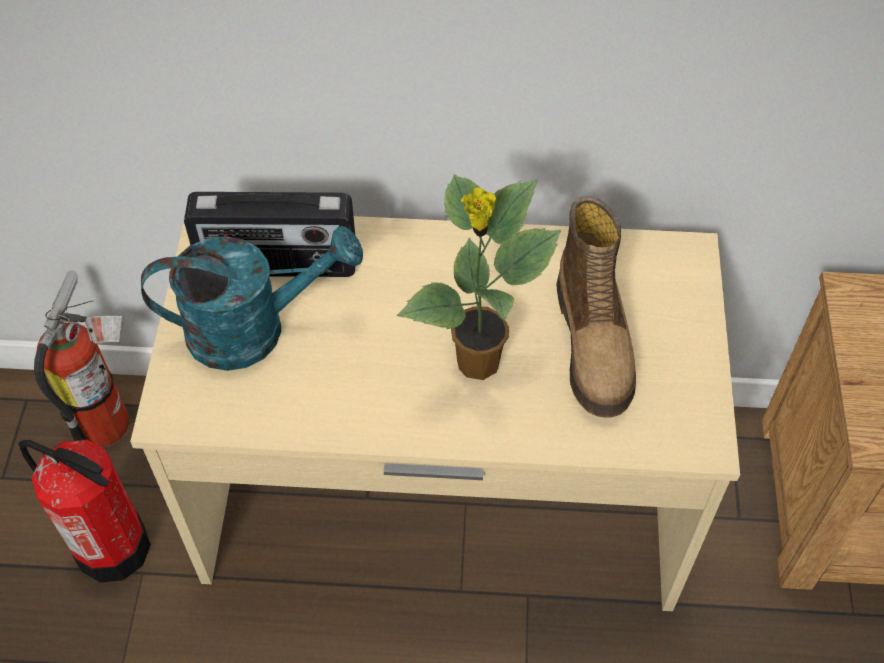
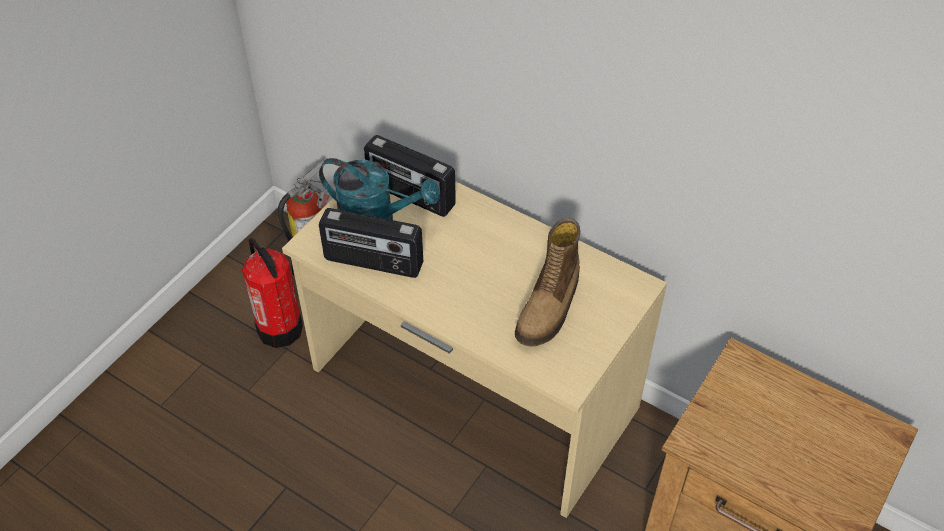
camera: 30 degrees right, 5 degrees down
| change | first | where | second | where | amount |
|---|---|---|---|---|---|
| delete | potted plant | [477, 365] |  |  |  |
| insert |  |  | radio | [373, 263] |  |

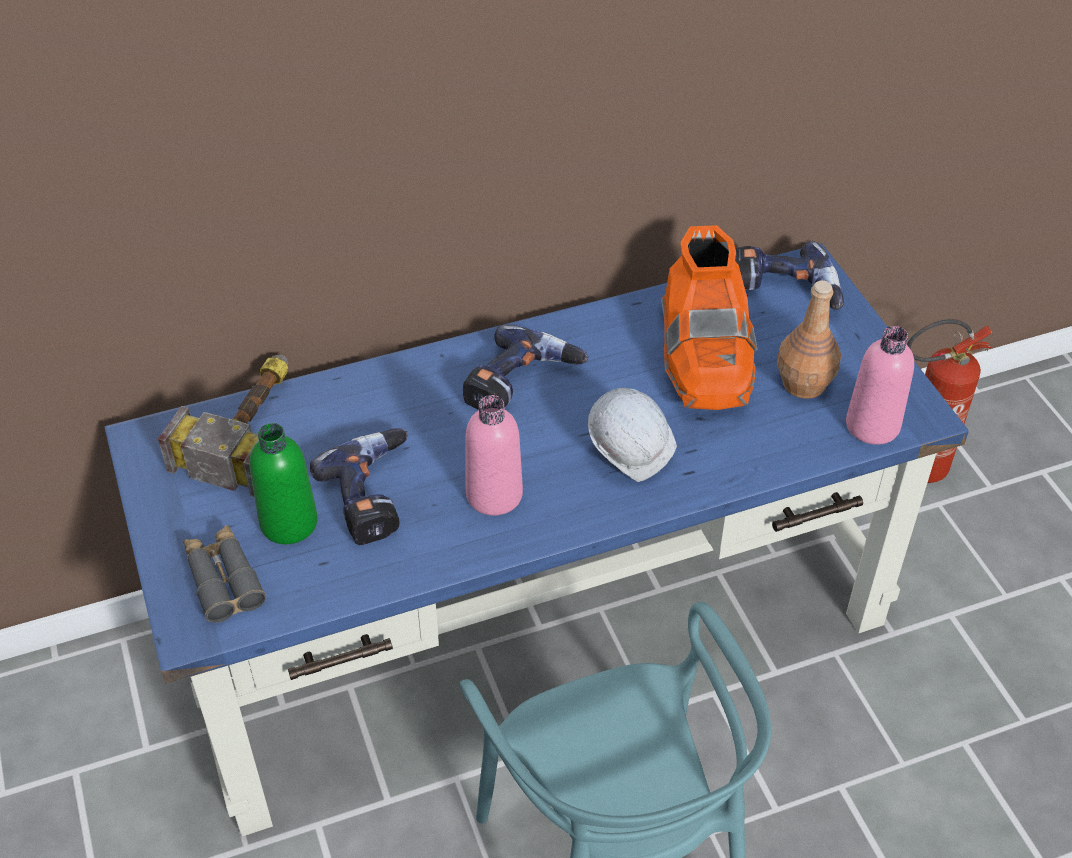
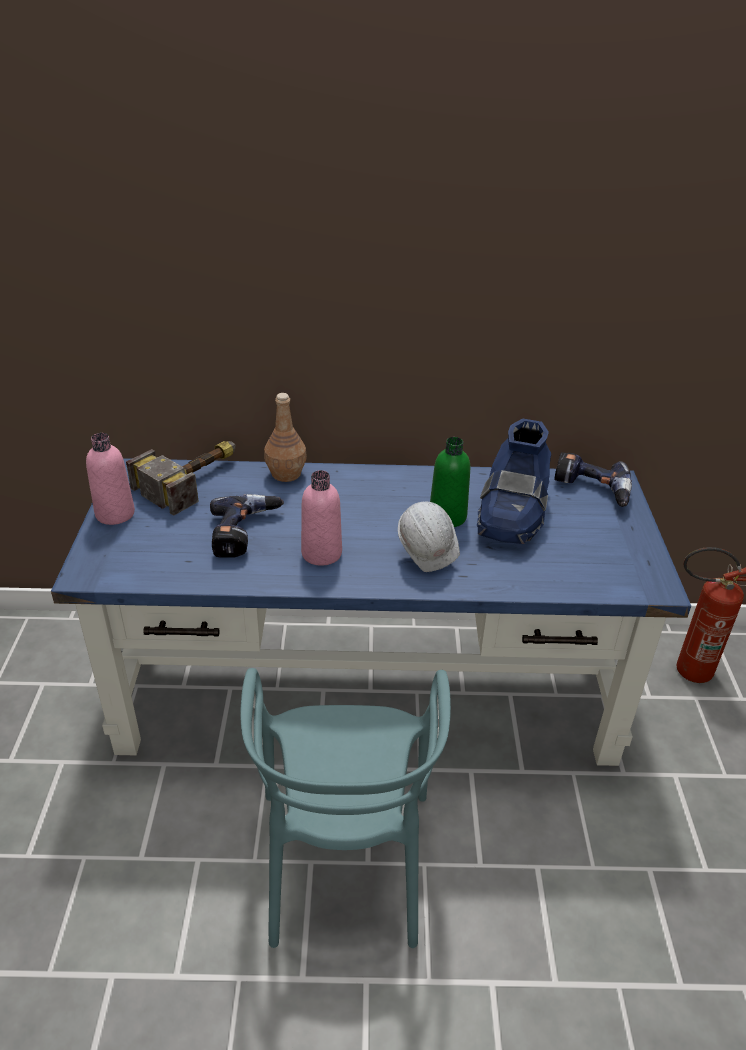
camera: 20 degrees right, 10 degrees down
| change | first | where | second | where | amount |
|---|---|---|---|---|---|
| delete | grey binoculars | [223, 579] |  |  |  |
| move | green bottle | [289, 523] |  | [447, 517] |  |
| delete | power drill | [522, 384] |  |  |  |
| recolor | orange boot | [705, 357] | blue boot | [512, 513] |  |
| move | brown bottle | [803, 383] |  | [286, 473] |  |
| move | pink bottle | [872, 425] |  | [115, 514] |  |

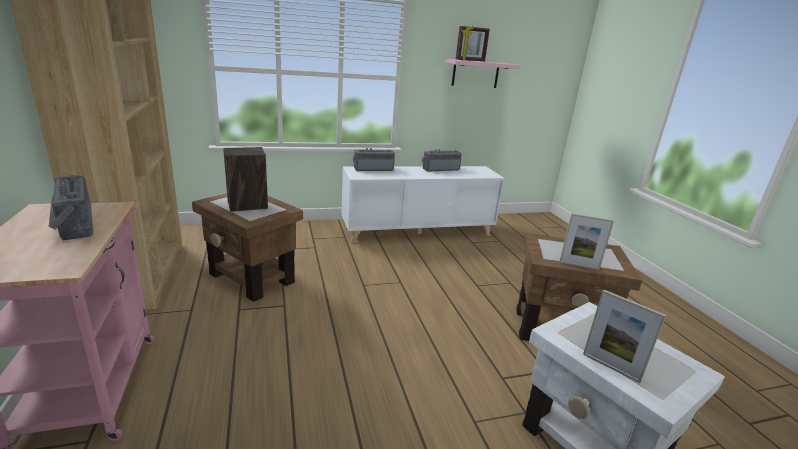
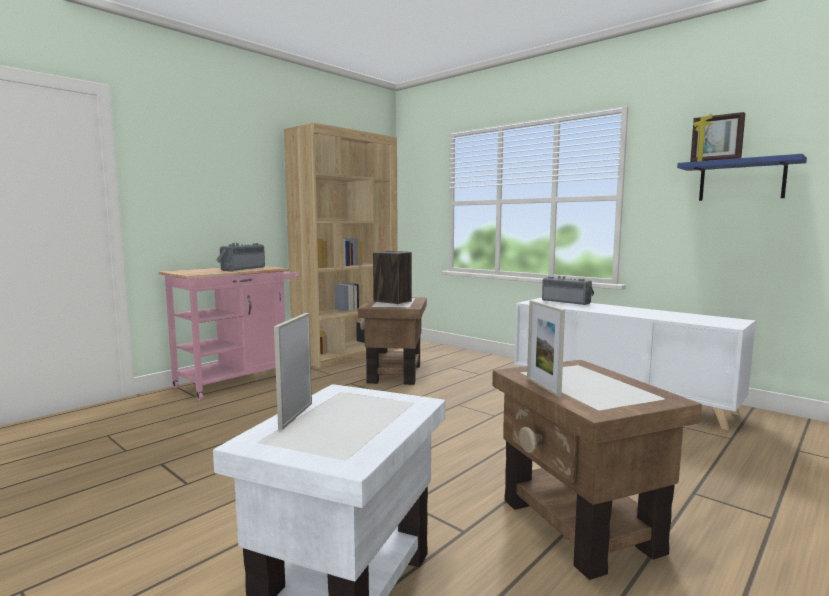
camera: 60 degrees right, 15 degrees down
| change | first | where | second | where | amount |
|---|---|---|---|---|---|
| delete | radio | [440, 169] |  |  |  |
| recolor | pink shelf | [475, 74] | blue shelf | [741, 180] |  |

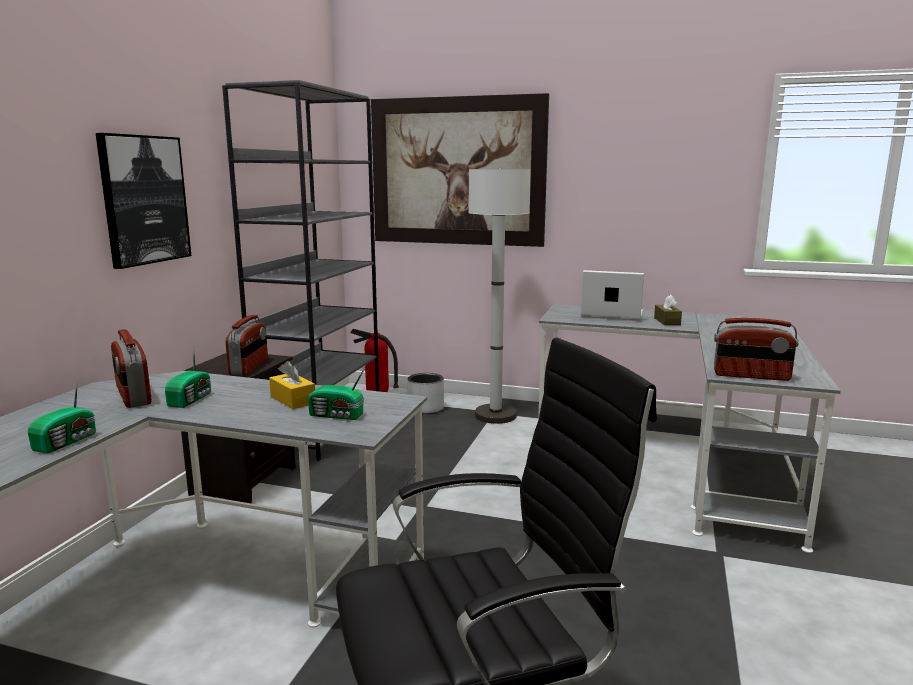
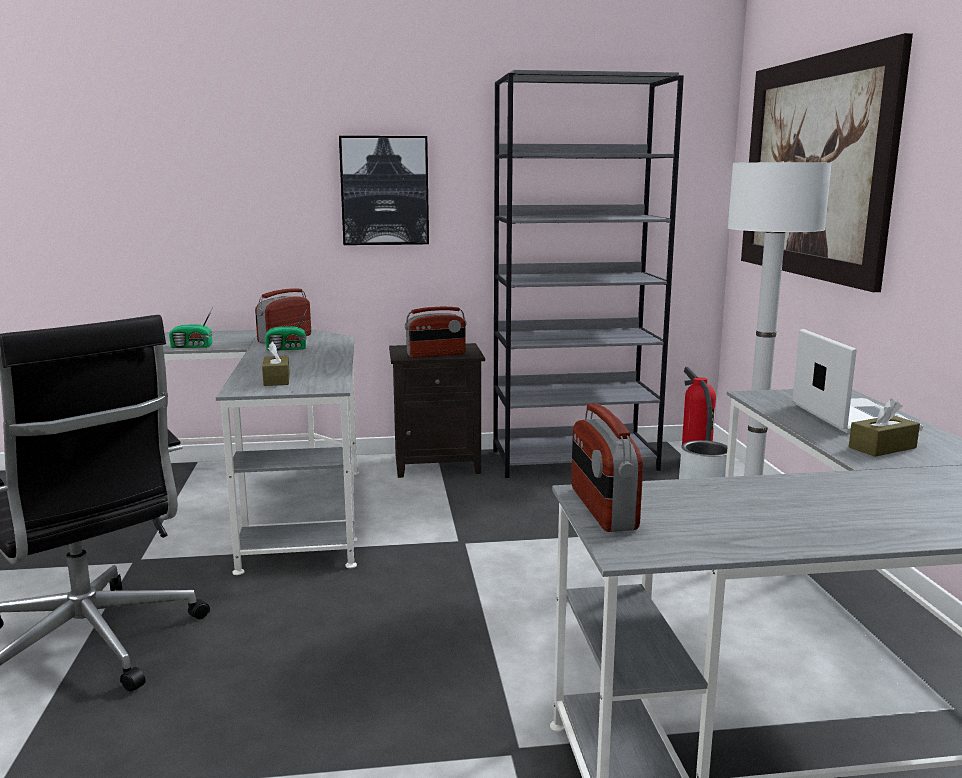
camera: 65 degrees right, 0 degrees up
| change | first | where | second | where | amount |
|---|---|---|---|---|---|
| delete | yellow tissue box | [293, 400] |  |  |  |
| replace | radio | [337, 416] | brown tissue box | [276, 380] |  |

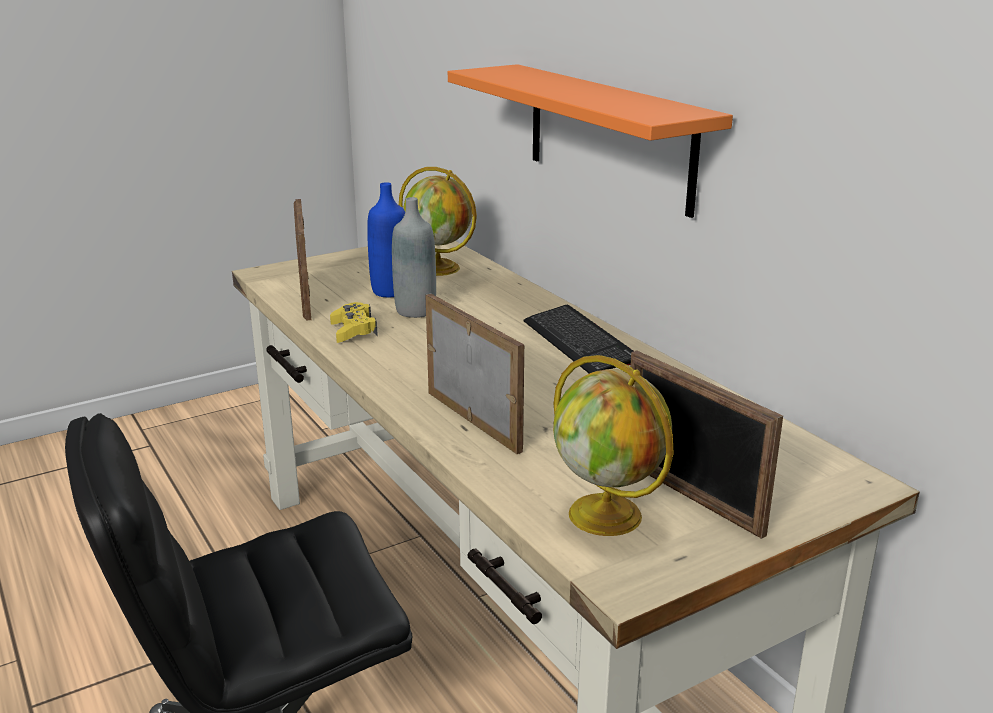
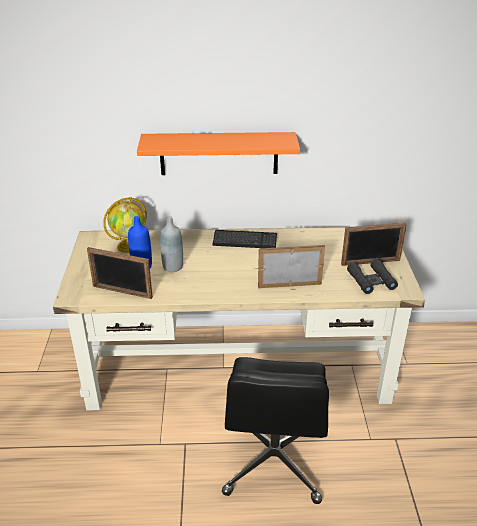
camera: 60 degrees left, 10 degrees up
| change | first | where | second | where | amount |
|---|---|---|---|---|---|
| delete | yellow game controller | [353, 330] |  |  |  |
| replace | globe | [607, 515] | black binoculars | [371, 281] |  |

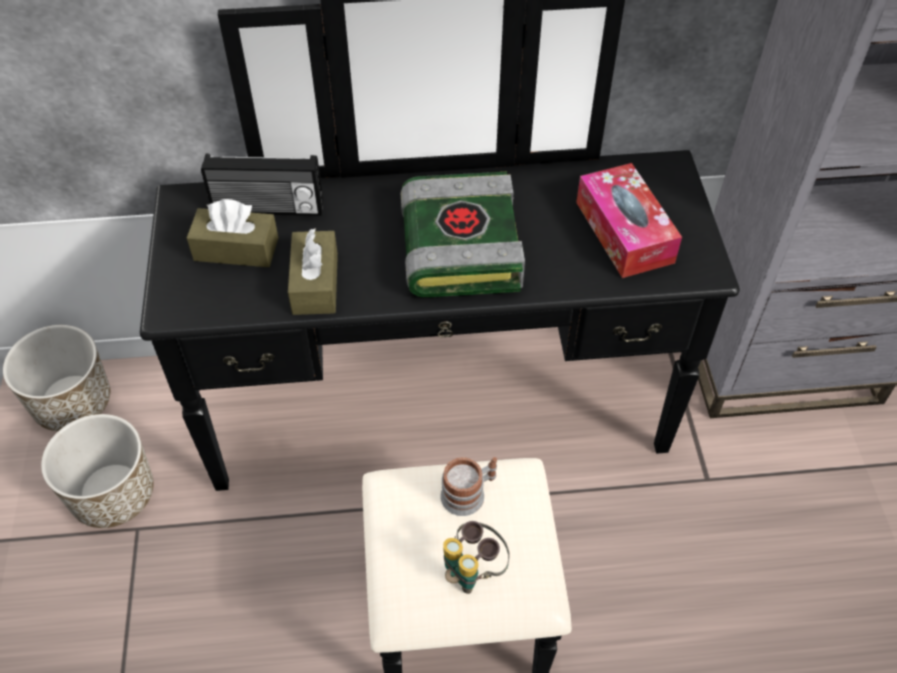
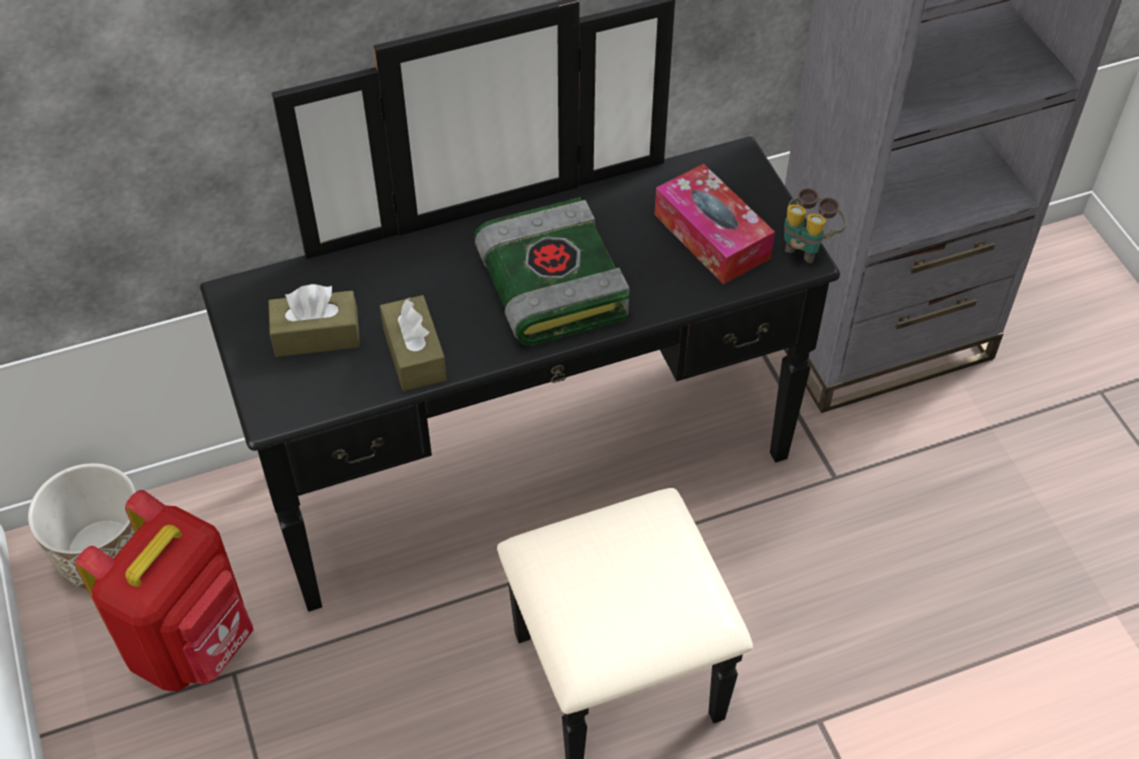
camera: 15 degrees left, 0 degrees up
| change | first | where | second | where | amount |
|---|---|---|---|---|---|
| replace | planter | [114, 494] | red backpack | [192, 642] |  |
| delete | radio | [268, 209] |  |  |  |
| delete | mug | [469, 493] |  |  |  |
| move | binoculars | [472, 570] |  | [807, 245] |  |

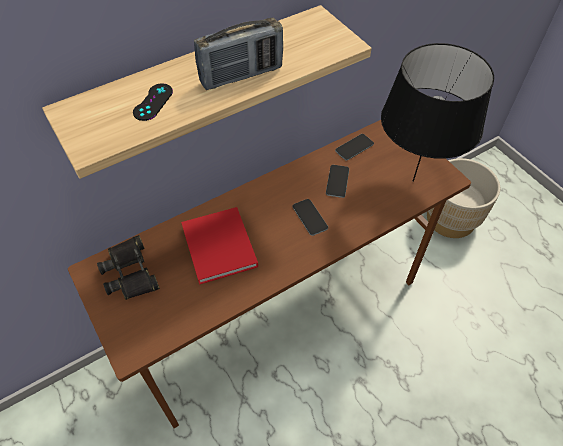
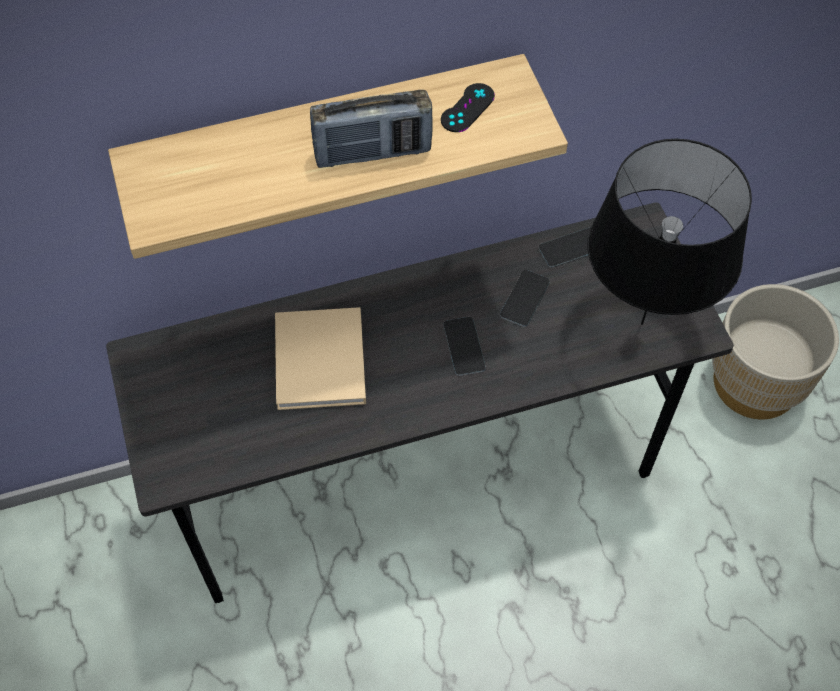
camera: 15 degrees right, 5 degrees up
| change | first | where | second | where | amount |
|---|---|---|---|---|---|
| recolor | brown desk | [280, 316] | grey desk | [419, 477] |  |
| delete | black binoculars | [130, 272] |  |  |  |
| move | black game controller | [153, 102] |  | [467, 108] |  |
| recolor | red book | [220, 248] | beige book | [320, 364] |  |

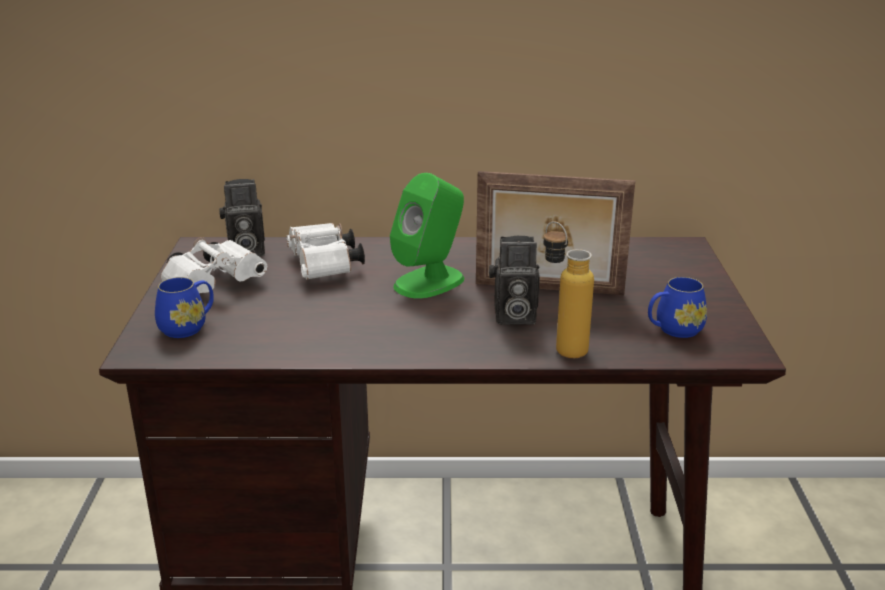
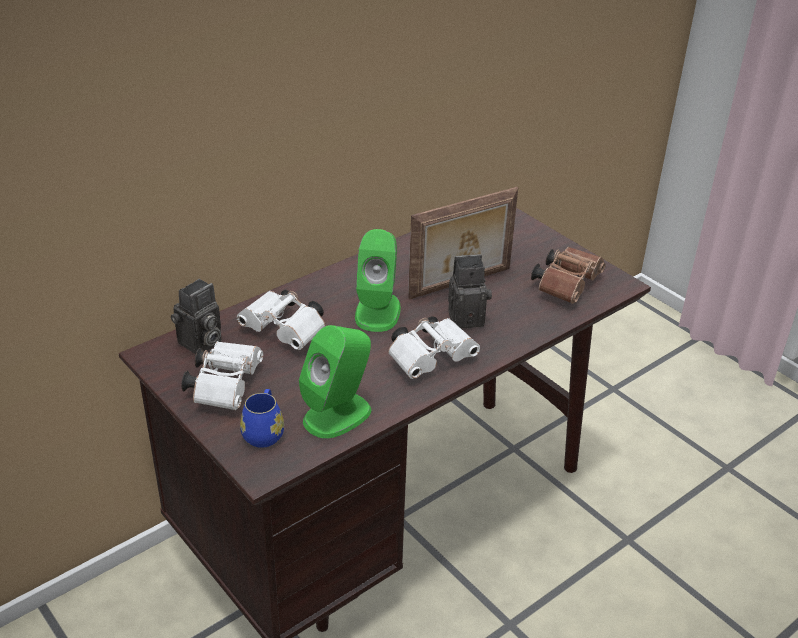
camera: 40 degrees left, 10 degrees up
| change | first | where | second | where | amount |
|---|---|---|---|---|---|
| rotate | photo camera | [512, 317] |  | [467, 317] | 150 degrees counterclockwise |
| delete | bottle | [561, 346] |  |  |  |
| replace | blue mug | [673, 330] | brown binoculars | [567, 284] |  |
| insert |  |  | green speaker | [338, 415] |  |
| insert |  |  | white binoculars | [433, 358] |  |

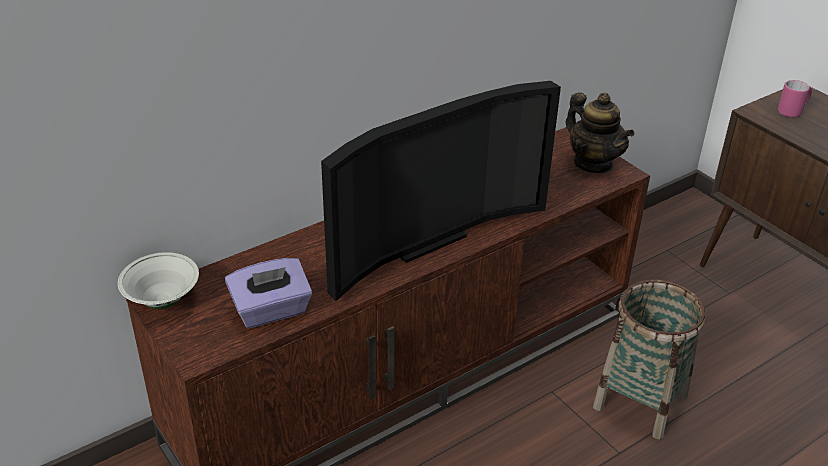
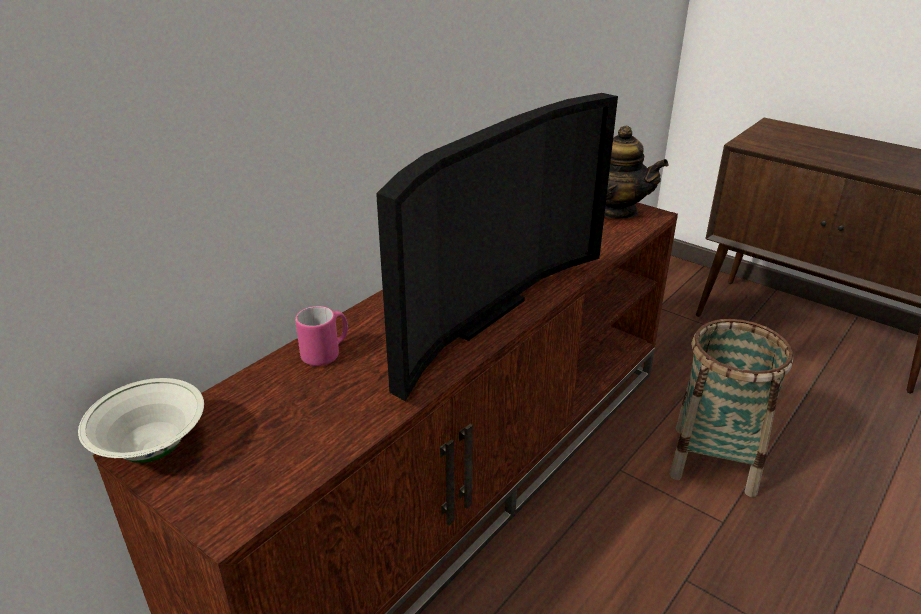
camera: 15 degrees left, 5 degrees down
| change | first | where | second | where | amount |
|---|---|---|---|---|---|
| delete | purple tissue box | [271, 311] |  |  |  |
| move | pink mug | [792, 111] |  | [326, 354] |  |

